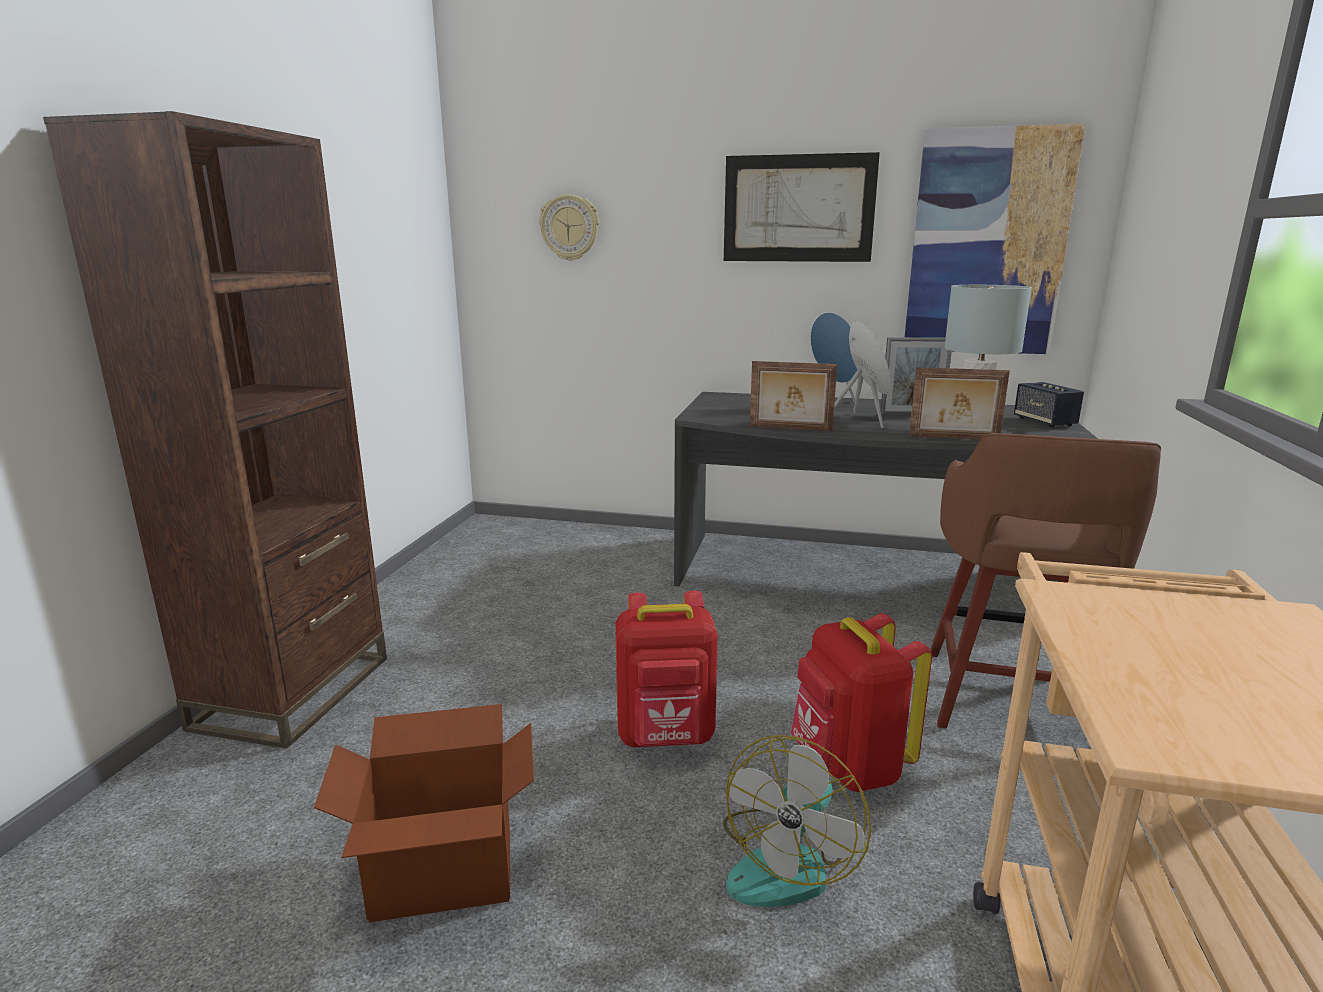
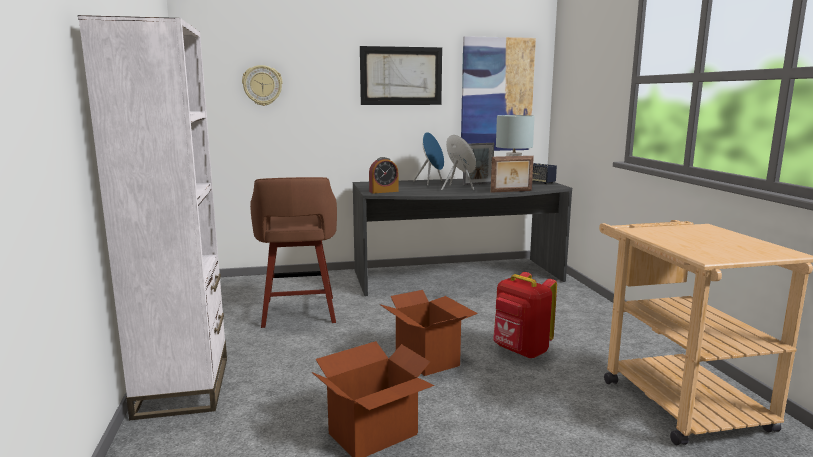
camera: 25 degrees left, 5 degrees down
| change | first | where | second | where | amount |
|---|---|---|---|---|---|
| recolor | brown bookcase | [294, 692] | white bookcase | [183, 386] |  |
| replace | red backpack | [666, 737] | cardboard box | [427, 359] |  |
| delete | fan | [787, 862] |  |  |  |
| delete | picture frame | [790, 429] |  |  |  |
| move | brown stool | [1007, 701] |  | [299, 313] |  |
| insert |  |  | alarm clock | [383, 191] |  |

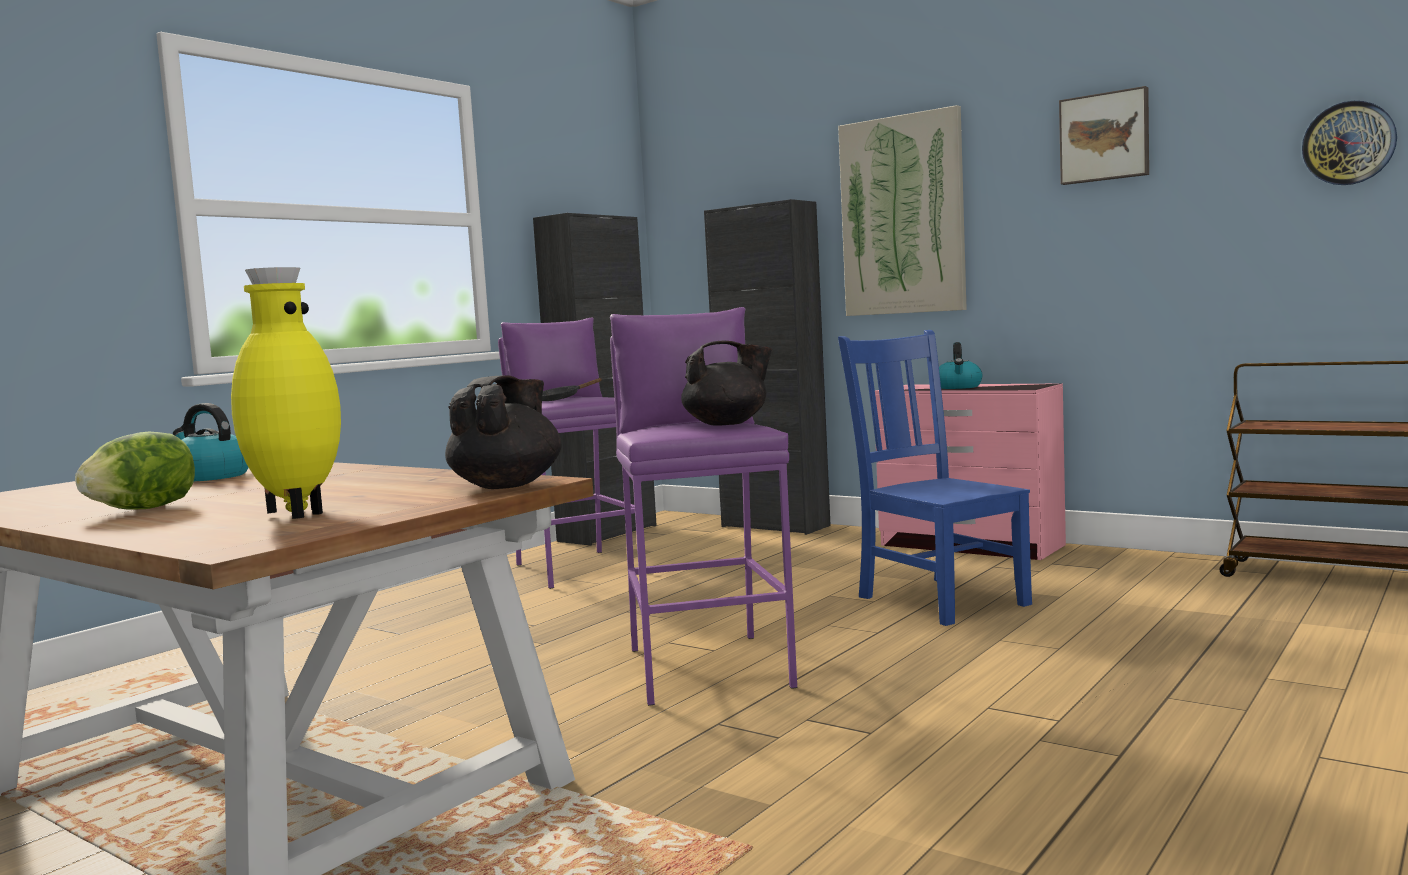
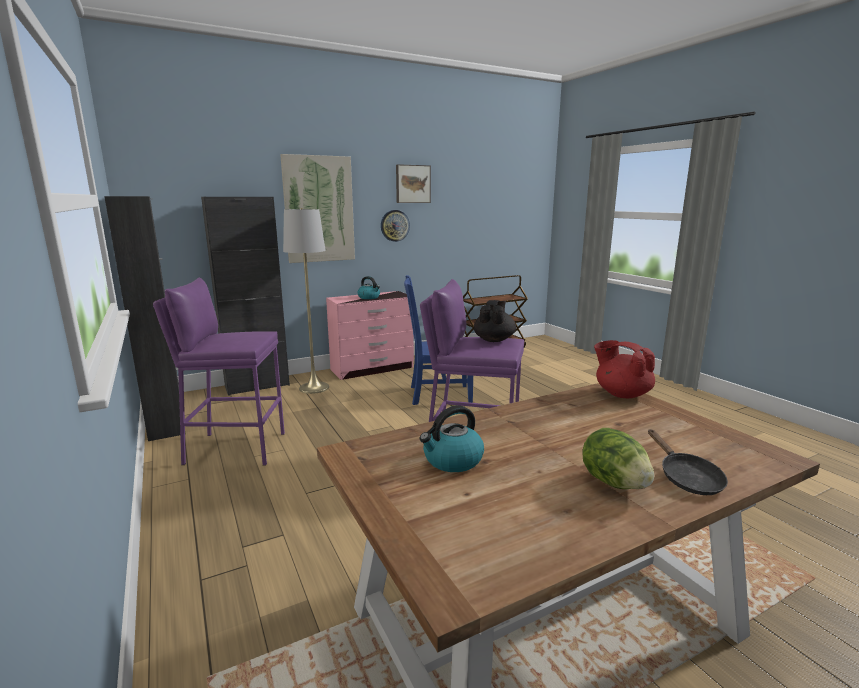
camera: 65 degrees left, 10 degrees up
| change | first | where | second | where | amount |
|---|---|---|---|---|---|
| delete | yellow vase | [295, 514] |  |  |  |
| recolor | black teapot | [508, 485] | red teapot | [621, 394] |  |
| move | black frying pan | [562, 399] |  | [686, 478] |  |
| move | wall clock | [1348, 143] |  | [394, 225] |  |
| insert |  |  | grey floor lamp | [314, 388] |  |

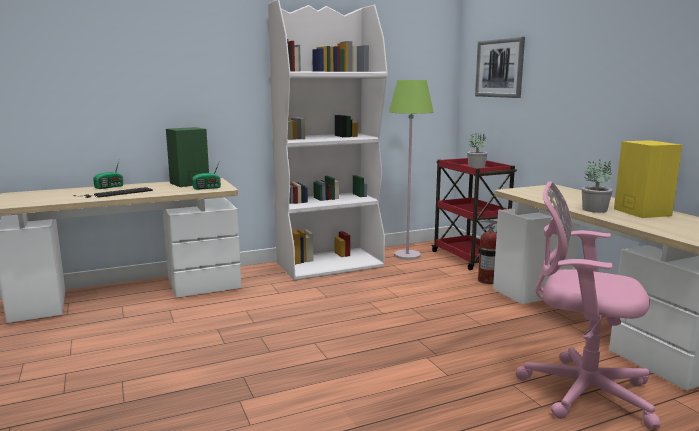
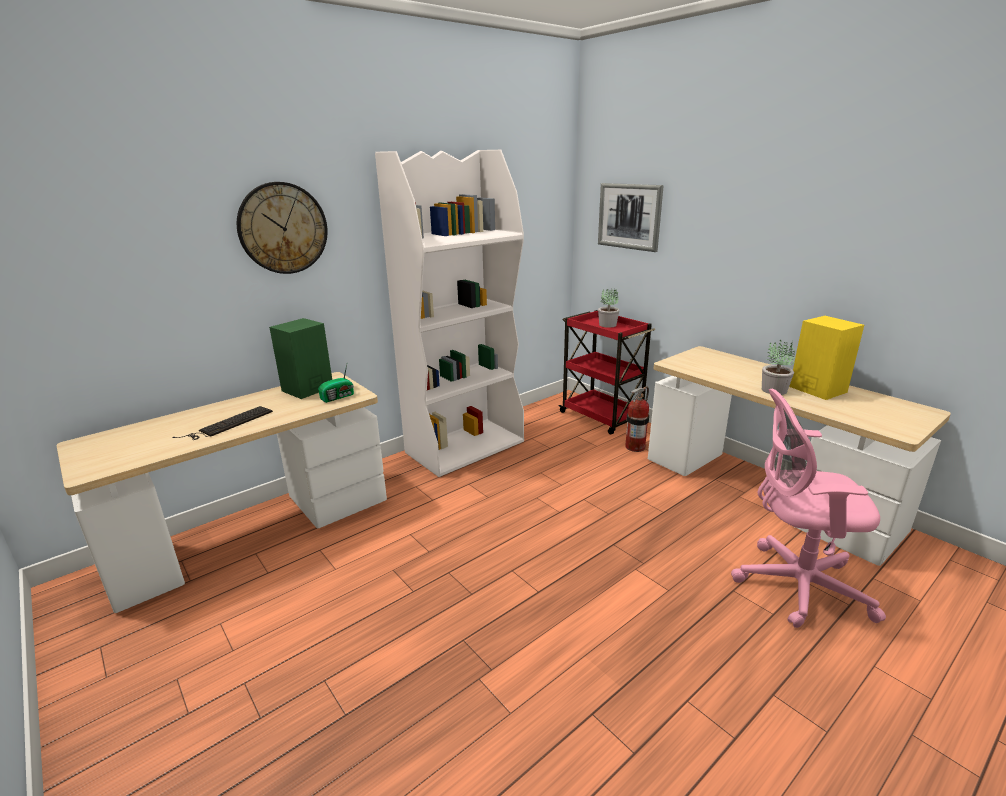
camera: 15 degrees left, 10 degrees up
| change | first | where | second | where | amount |
|---|---|---|---|---|---|
| delete | radio | [110, 187] |  |  |  |
| delete | green floor lamp | [407, 255] |  |  |  |
| insert |  |  | wall clock | [283, 228] |  |

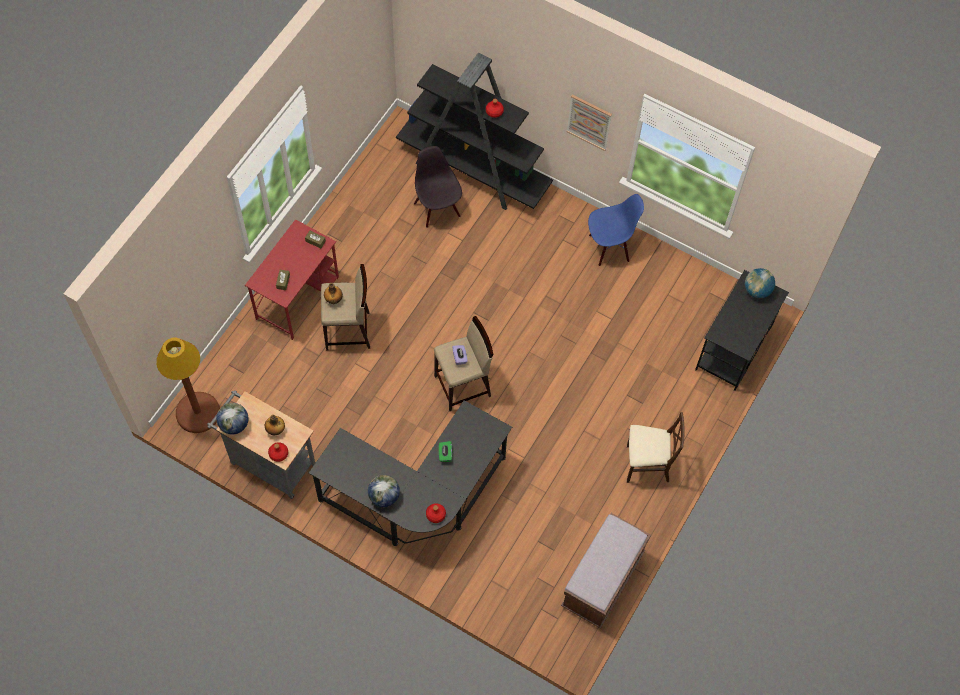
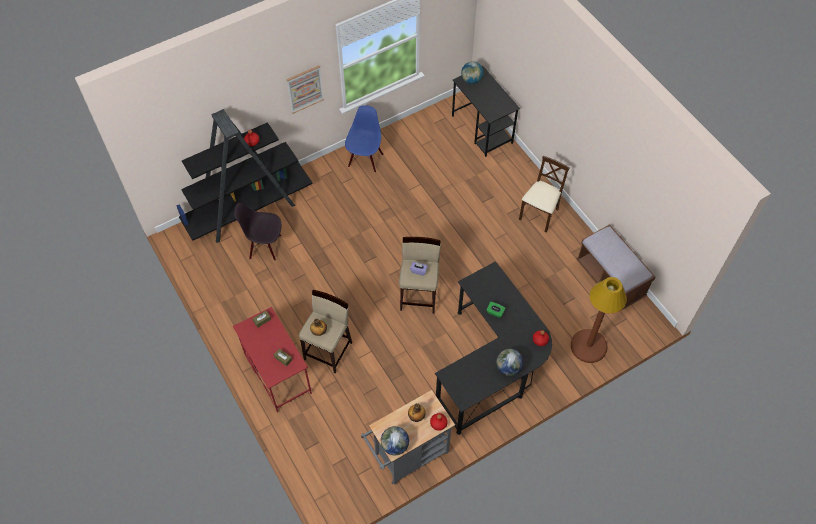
camera: 60 degrees left, 5 degrees down
| change | first | where | second | where | amount |
|---|---|---|---|---|---|
| move | brown floor lamp | [198, 412] |  | [588, 346] |  |

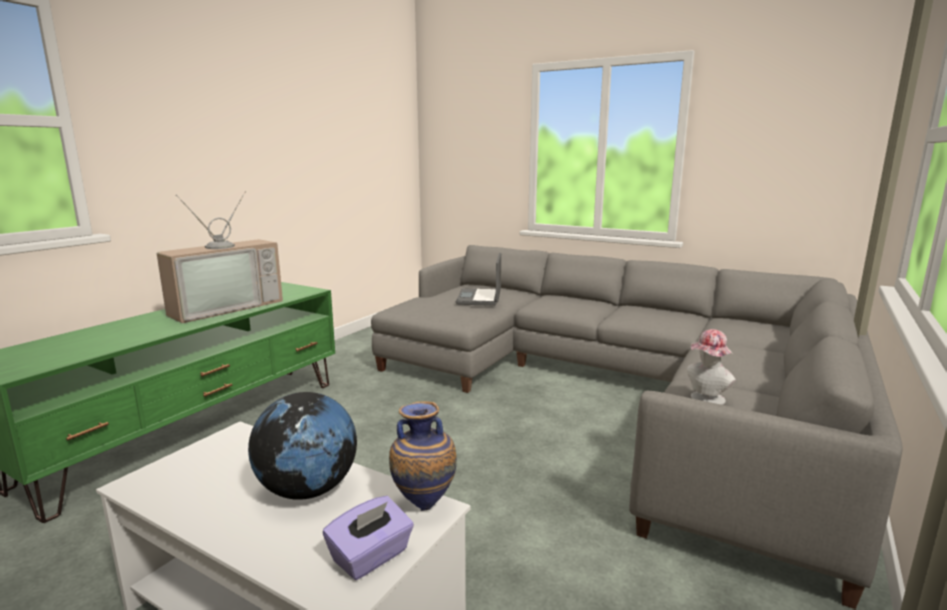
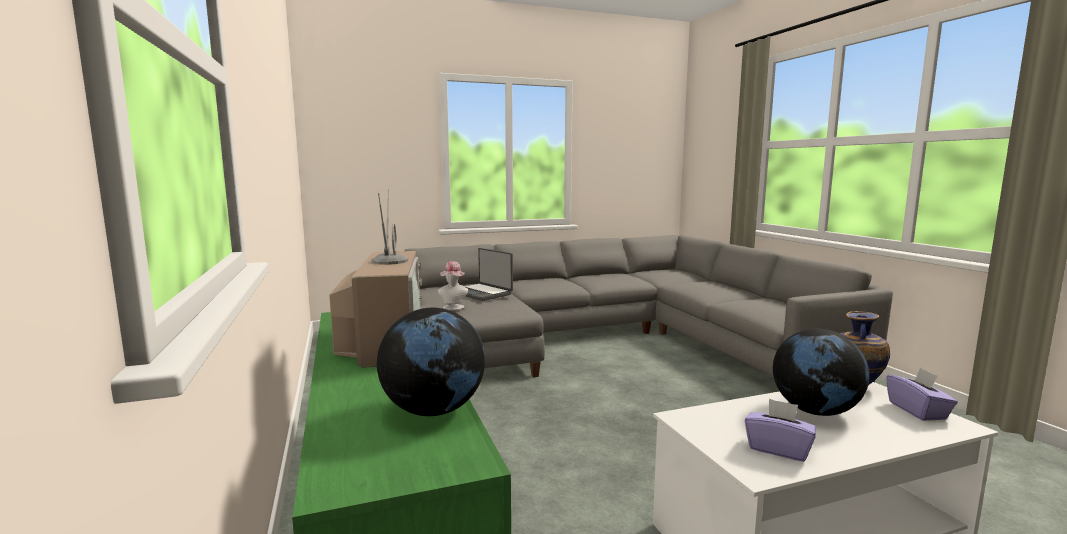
camera: 50 degrees left, 5 degrees down
| change | first | where | second | where | amount |
|---|---|---|---|---|---|
| move | hat | [705, 400] |  | [453, 308] |  |
| insert |  |  | globe | [434, 410] |  |
| insert |  |  | purple tissue box | [778, 449] |  |

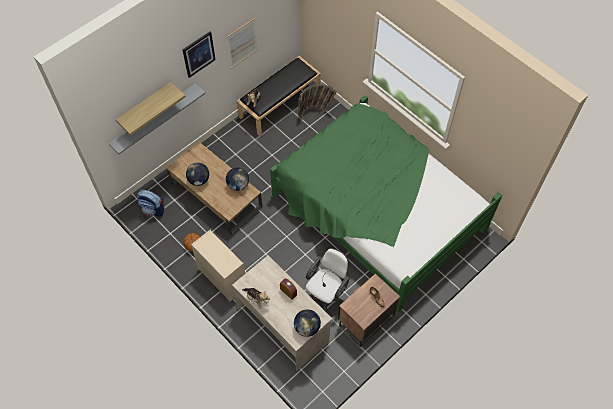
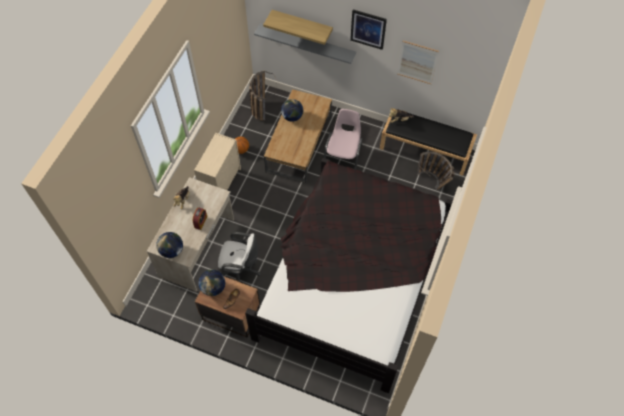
camera: 65 degrees right, 0 degrees up
| change | first | where | second | where | amount |
|---|---|---|---|---|---|
| replace | backpack | [153, 210] | basket | [261, 106] |  |
| move | globe | [238, 185] |  | [213, 288] |  |
| recolor | green bed | [376, 211] | black bed | [352, 279] |  |
| insert |  |  | pink chair | [343, 154] |  |

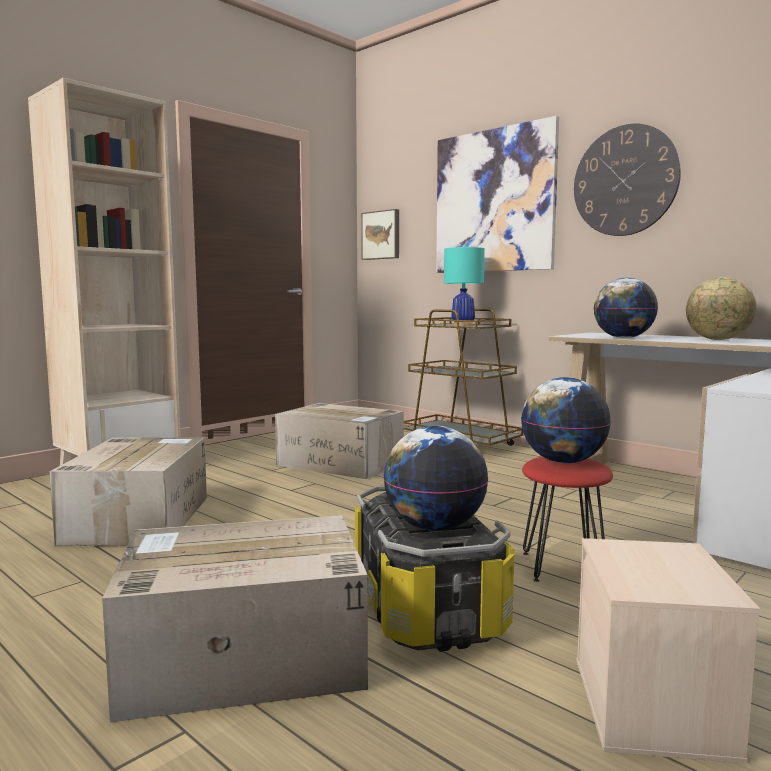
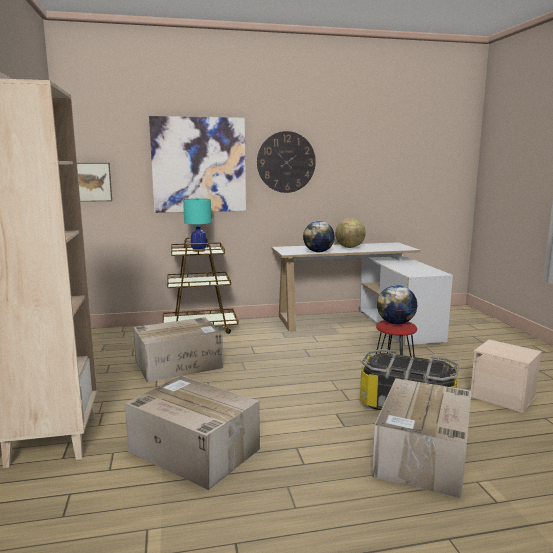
camera: 55 degrees left, 5 degrees up
| change | first | where | second | where | amount |
|---|---|---|---|---|---|
| delete | globe | [435, 527] |  |  |  |

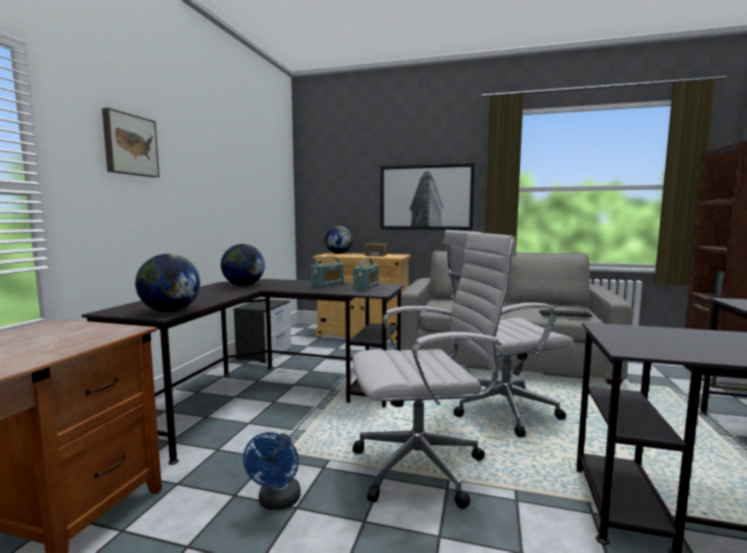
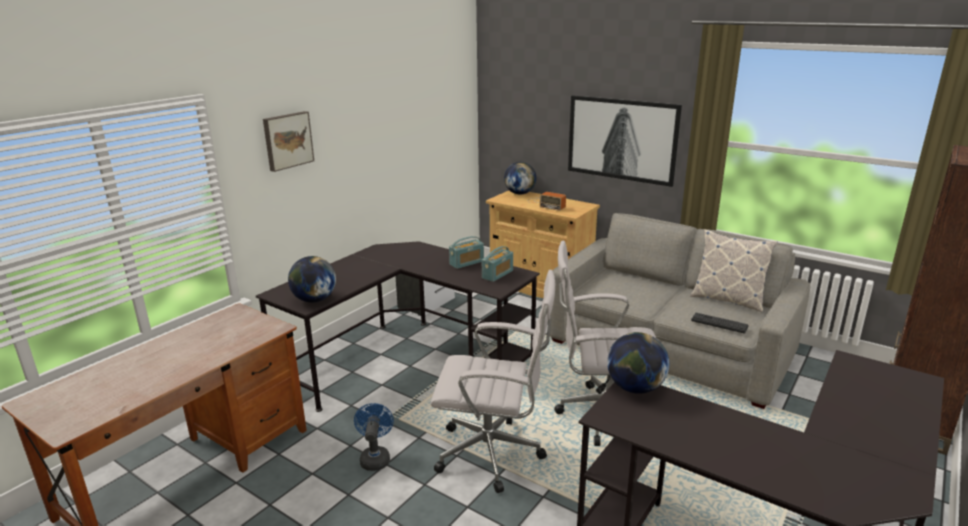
camera: 20 degrees right, 15 degrees up
| change | first | where | second | where | amount |
|---|---|---|---|---|---|
| move | globe | [243, 285] |  | [635, 388] |  |
| rotate | blue fan | [277, 502] |  | [375, 457] | 150 degrees clockwise |
| insert |  |  | pillow | [727, 300] |  |

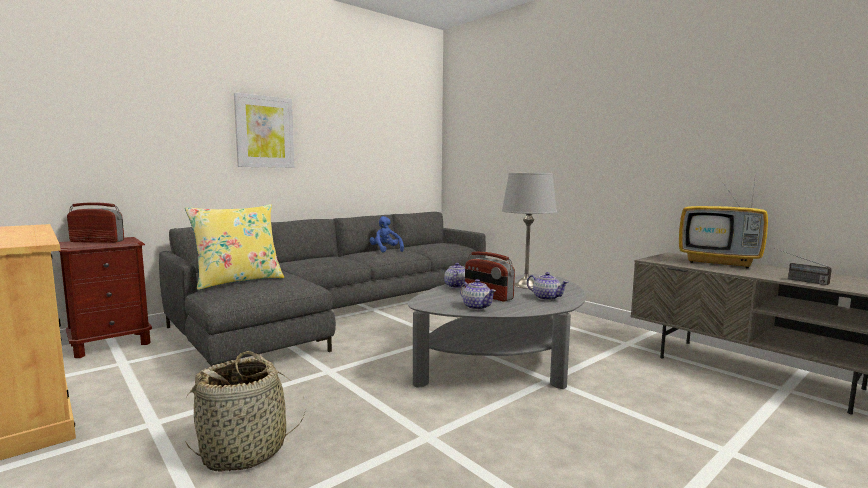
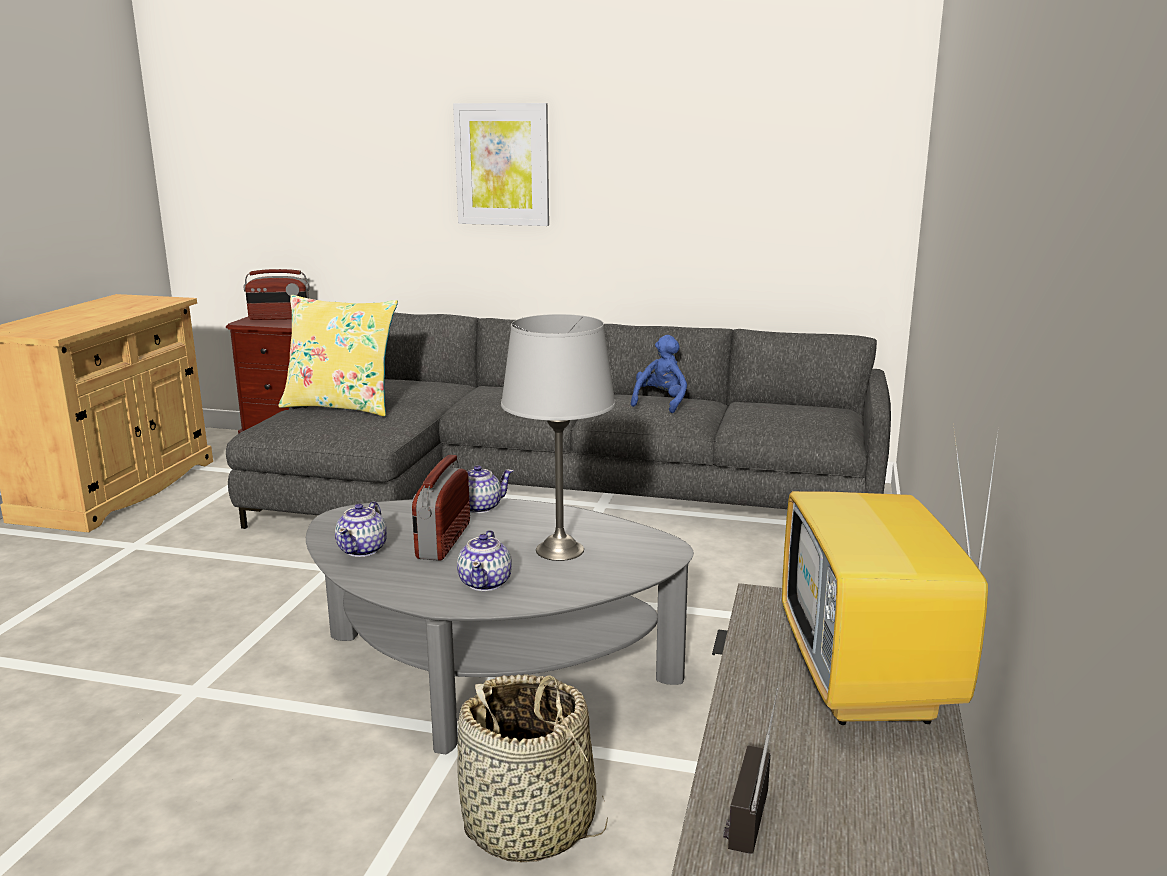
camera: 55 degrees right, 10 degrees up
| change | first | where | second | where | amount |
|---|---|---|---|---|---|
| rotate | radio | [97, 241] |  | [279, 318] | 120 degrees clockwise |
| move | basket | [245, 451] |  | [529, 825] |  |

